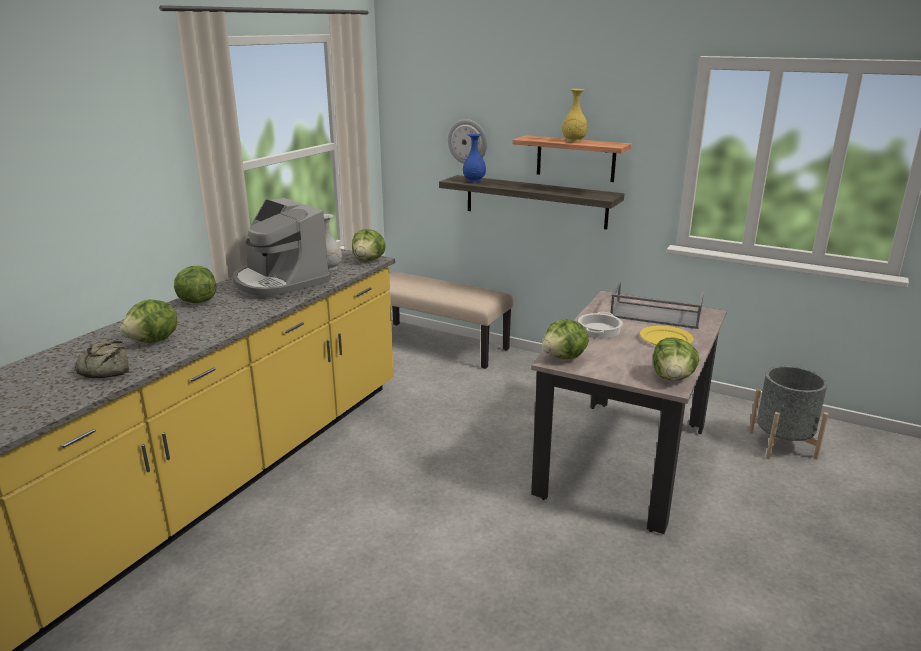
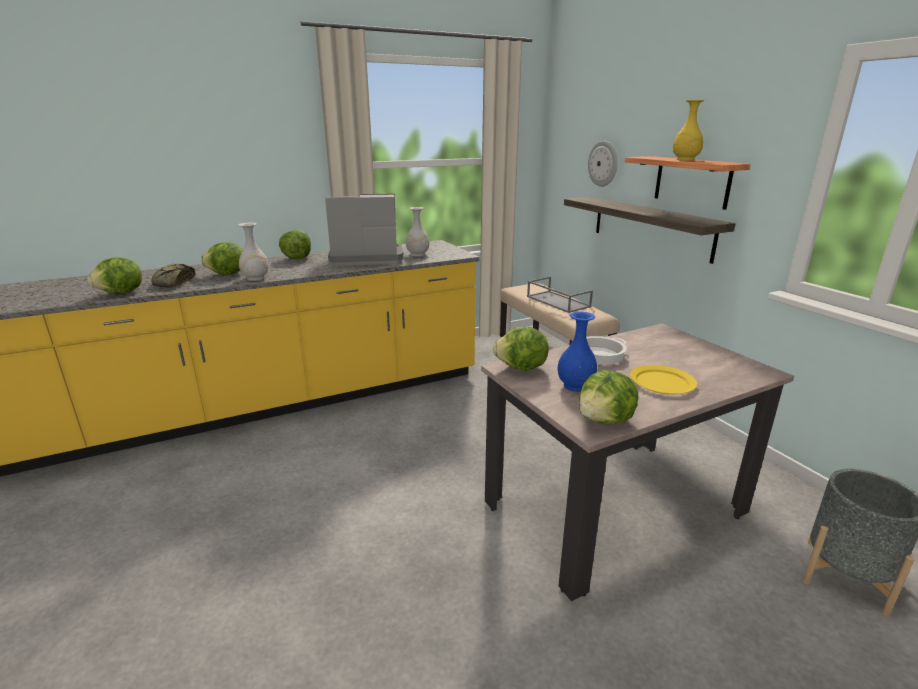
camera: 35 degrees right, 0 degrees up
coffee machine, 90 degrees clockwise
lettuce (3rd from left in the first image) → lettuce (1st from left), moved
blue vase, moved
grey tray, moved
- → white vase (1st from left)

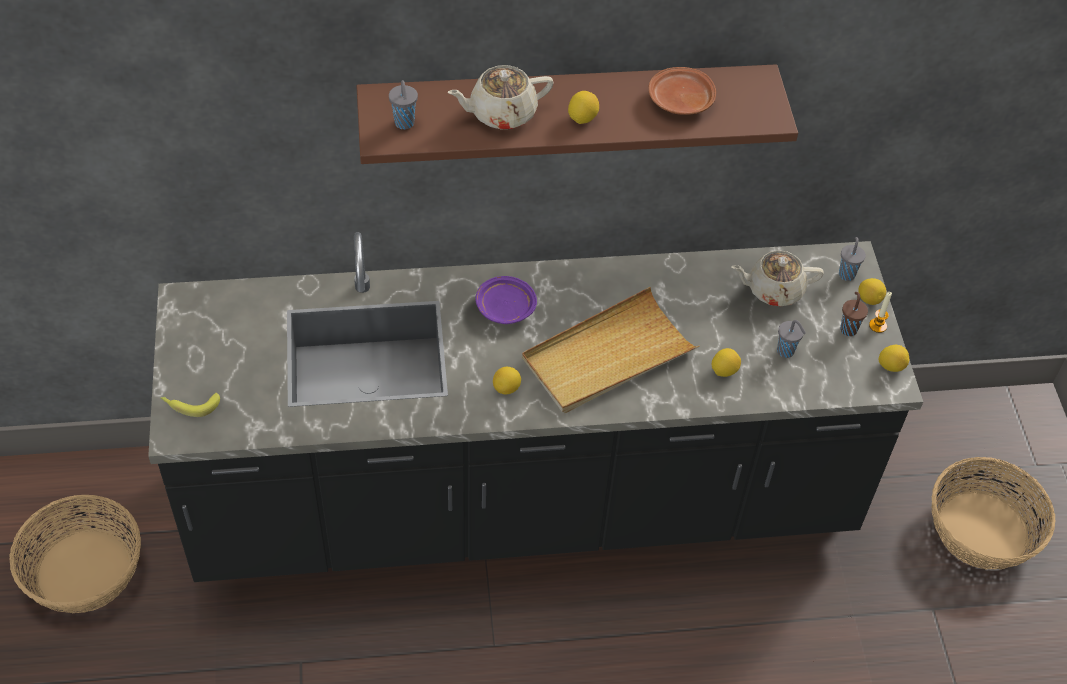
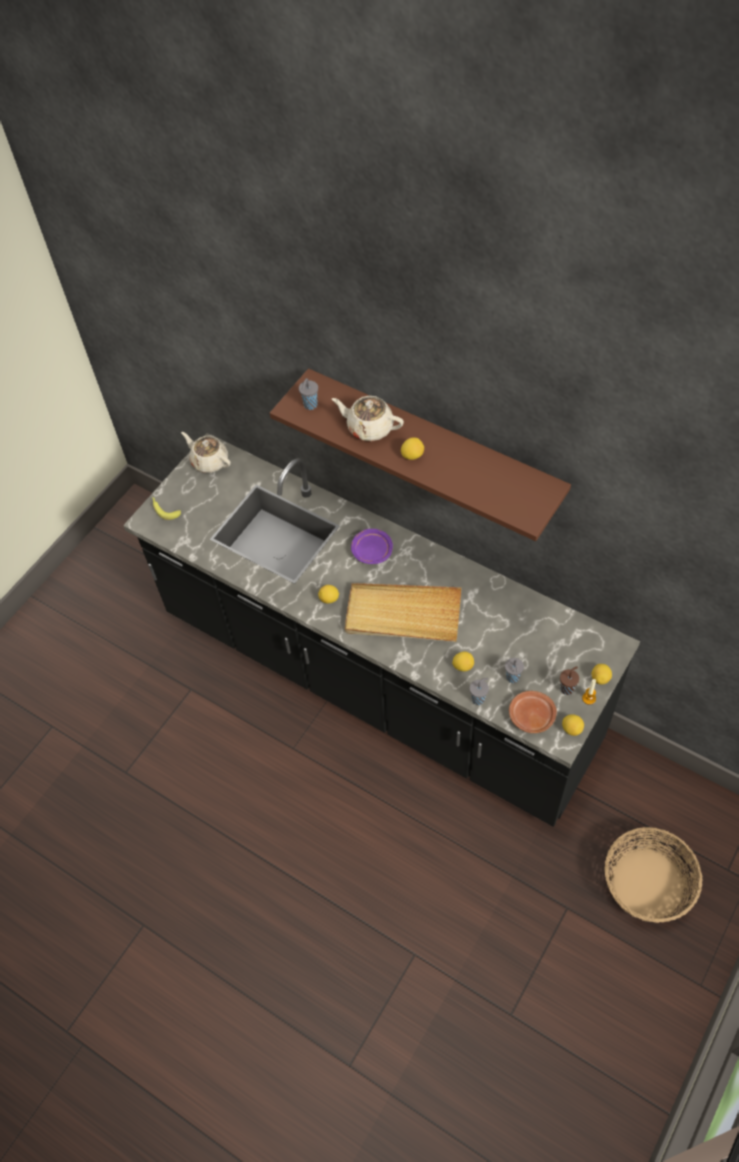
camera: 45 degrees right, 5 degrees up
basket (1st from left) → -
brown plate, moved
beige teapot (2nd from left in the first image) → beige teapot (1st from left), moved
grey cup (3rd from left in the first image) → grey cup (2nd from left), moved

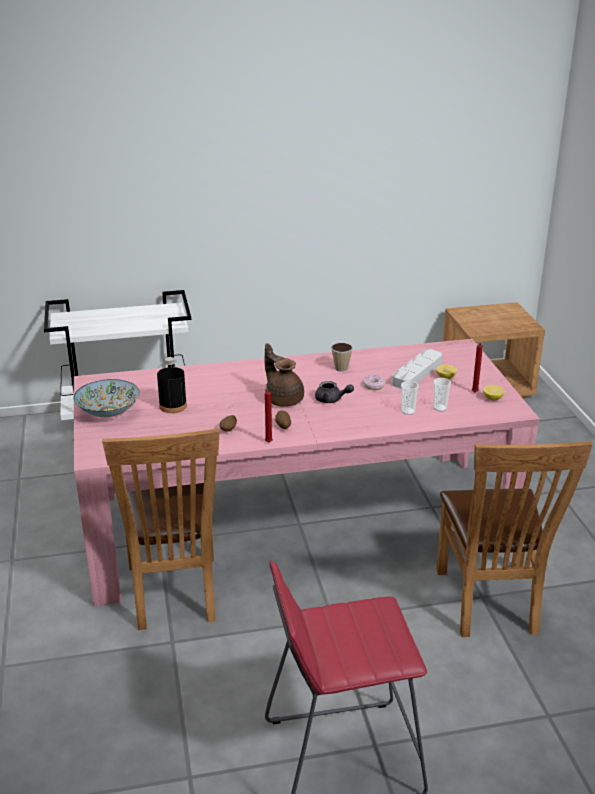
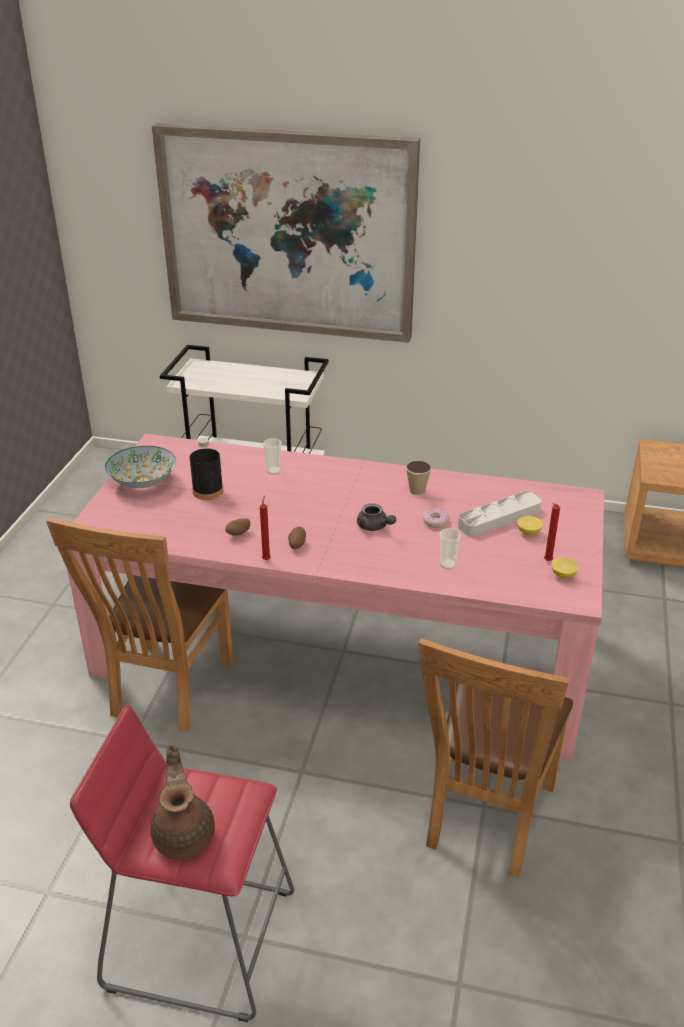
camera: 25 degrees right, 5 degrees up
brown teapot, moved
cup (3rd from left in the first image) → cup (1st from left), moved
- → picture

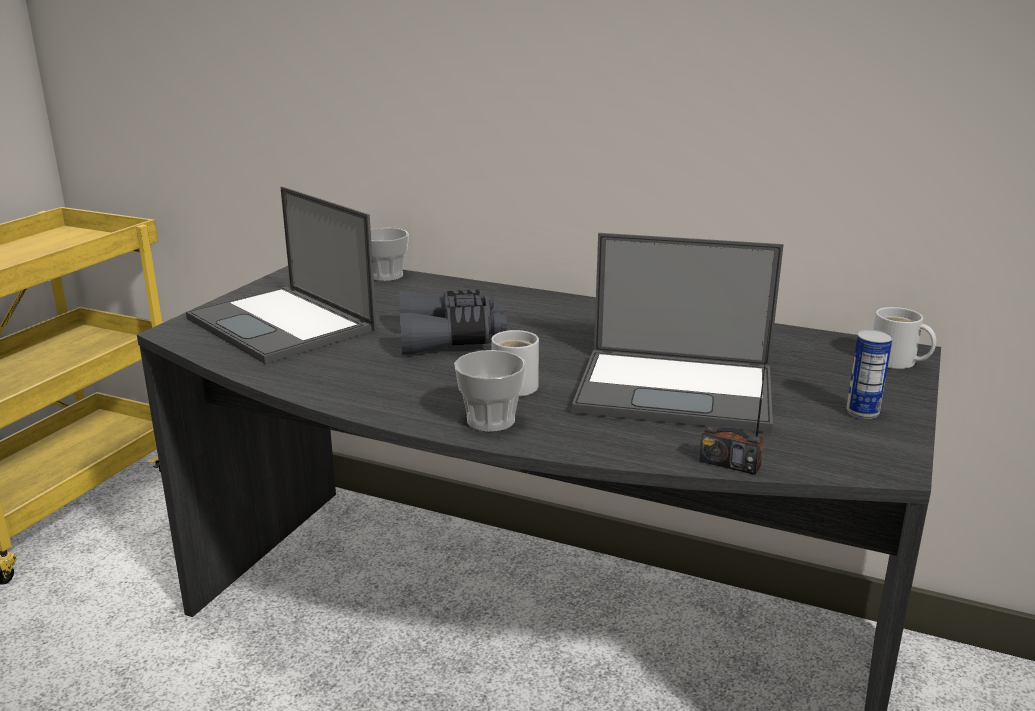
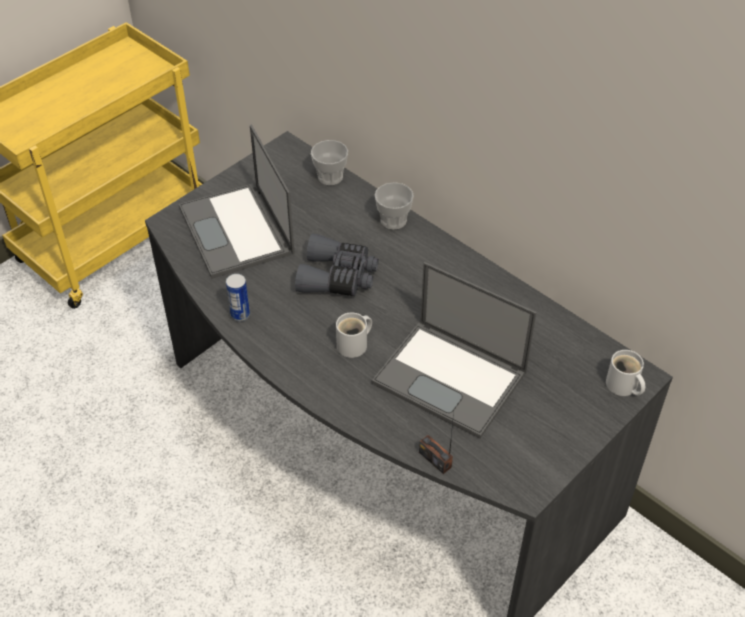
camera: 20 degrees right, 25 degrees up
cup (2nd from left), moved
can, moved

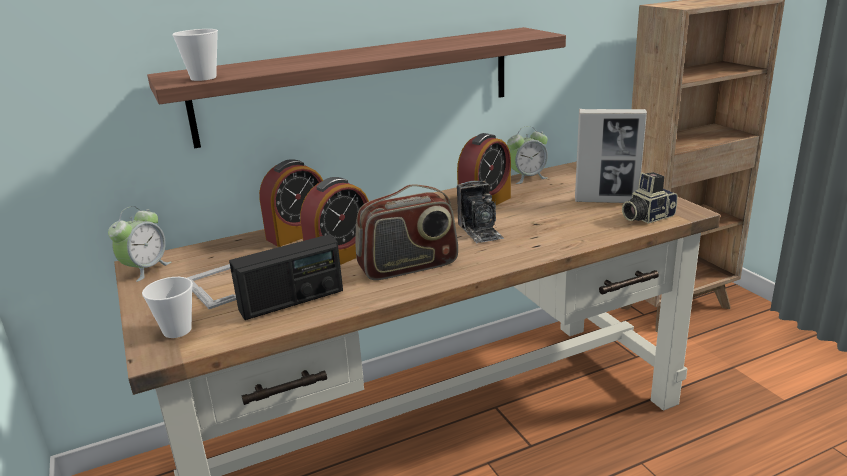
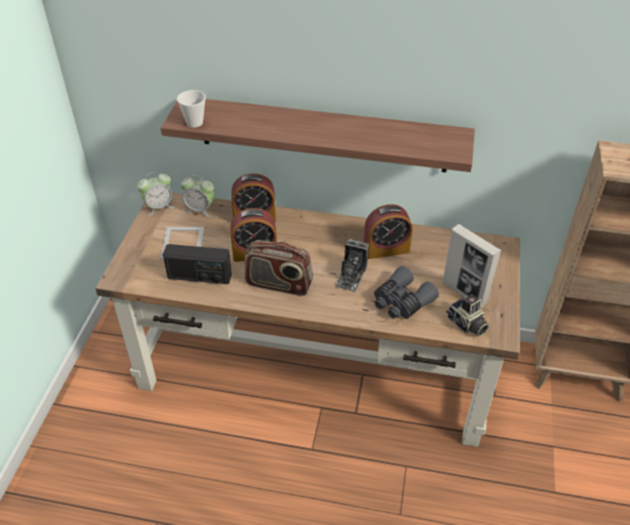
camera: 35 degrees right, 20 degrees up
cup (1st from left) → -
alarm clock (5th from left in the first image) → alarm clock (2nd from left), moved
photo camera (2nd from left), 135 degrees counterclockwise
- → grey binoculars

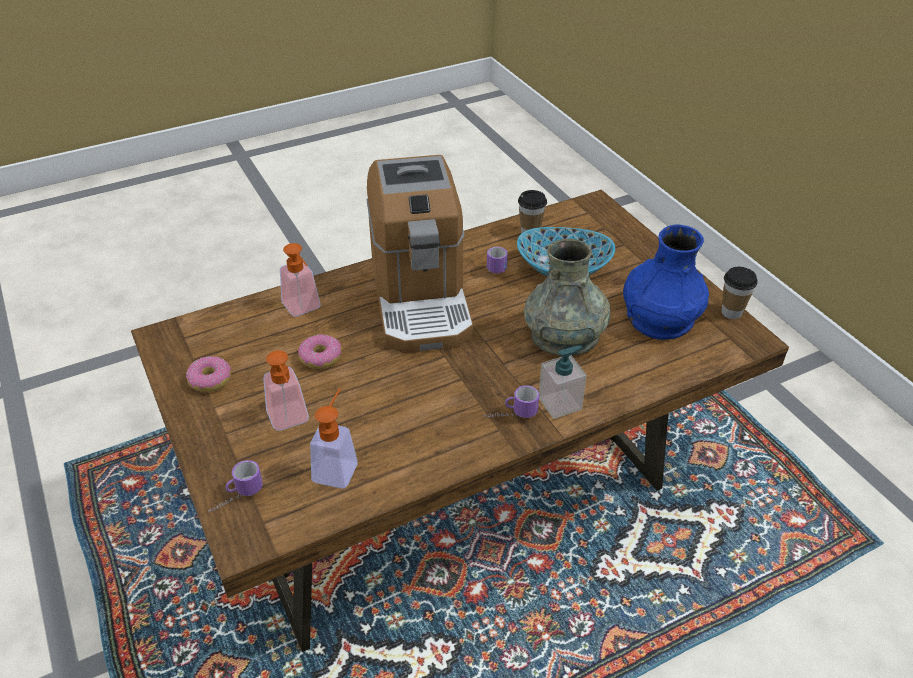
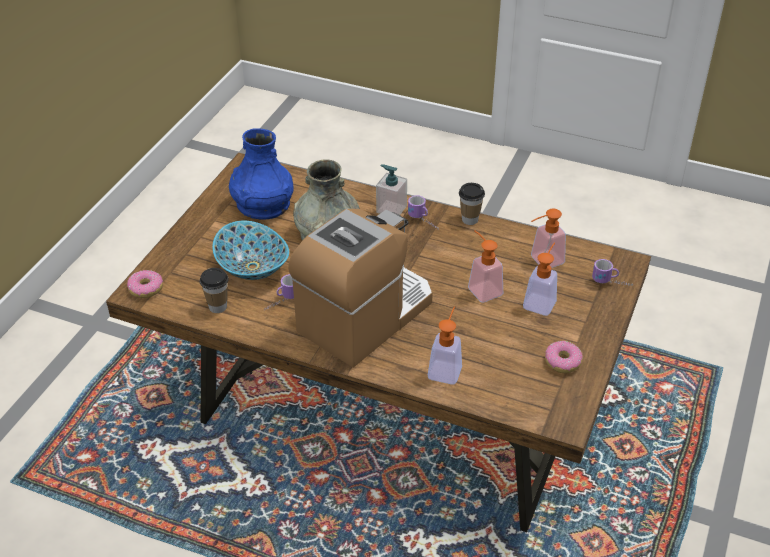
camera: 130 degrees left, 0 degrees up
donut (2nd from left in the first image) → donut (1st from left), moved
cup (2nd from left), moved
- → soap dispenser (3rd from left)

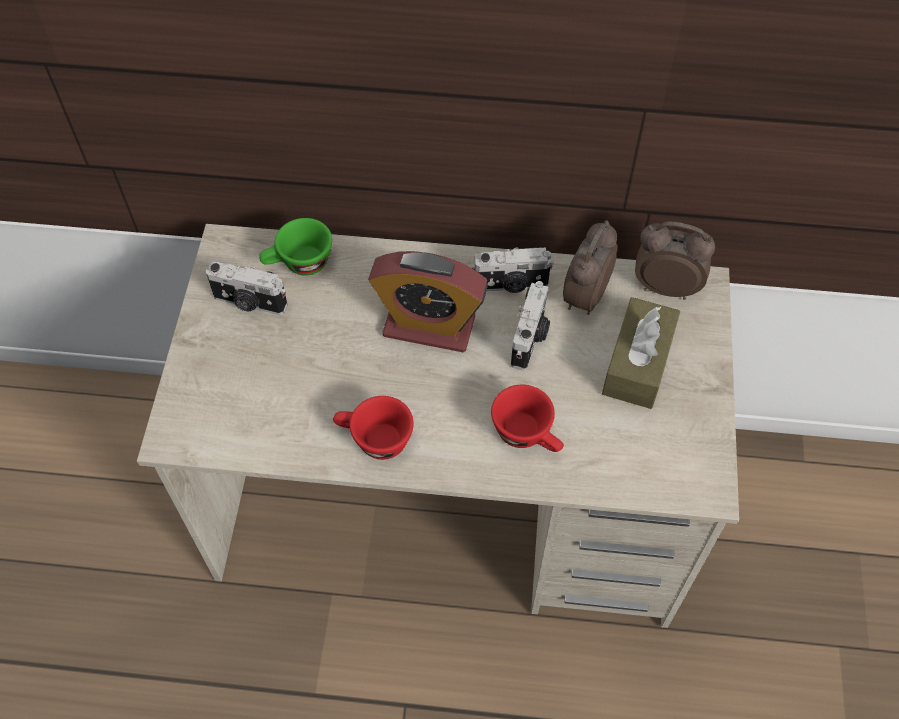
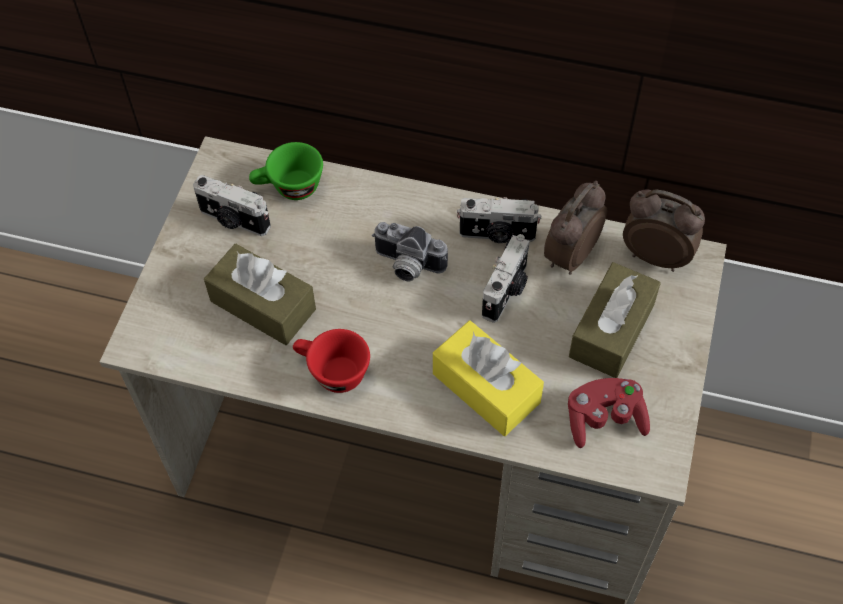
camera: 10 degrees right, 0 degrees up
alarm clock (1st from left) → photo camera (2nd from left)
red cup (2nd from left) → yellow tissue box
- → brown tissue box (1st from left)
- → red game controller

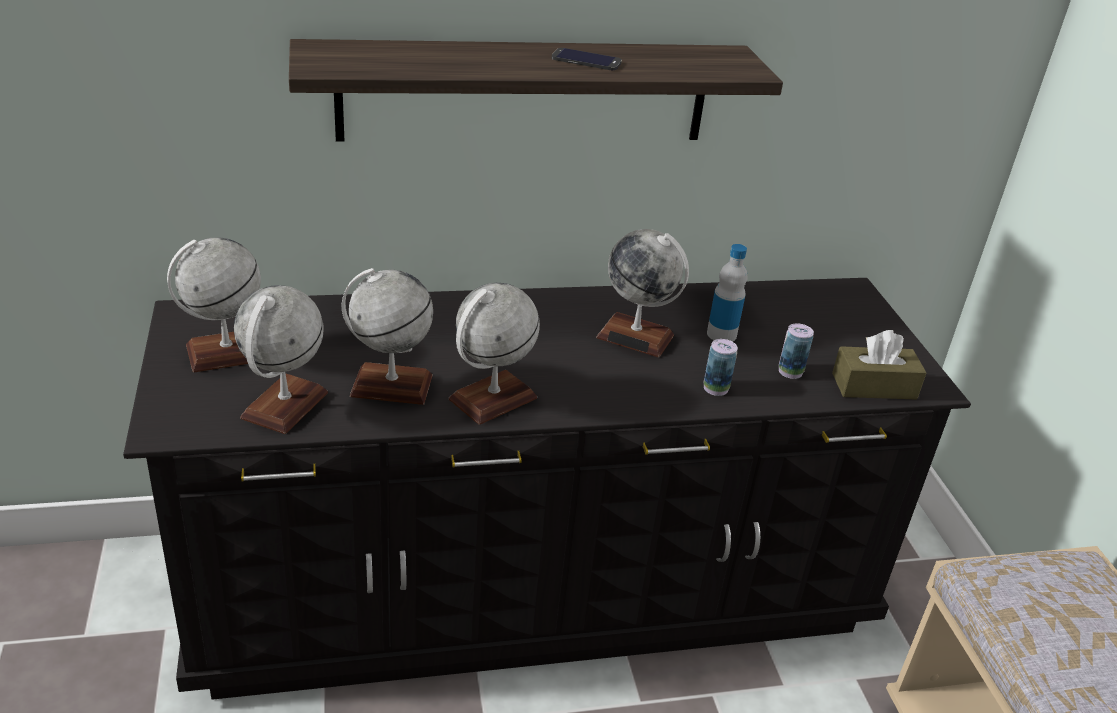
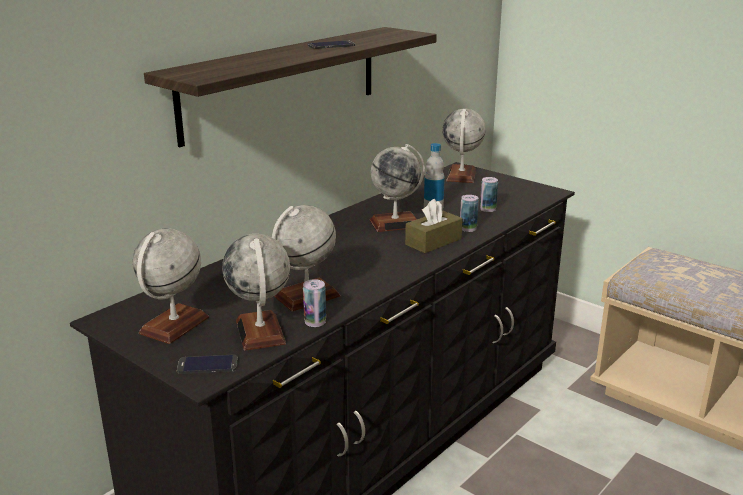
camera: 35 degrees left, 10 degrees down
globe (4th from left in the first image) → globe (5th from left), moved
brown tissue box, moved
- → phone (1st from left)
- → can (1st from left)

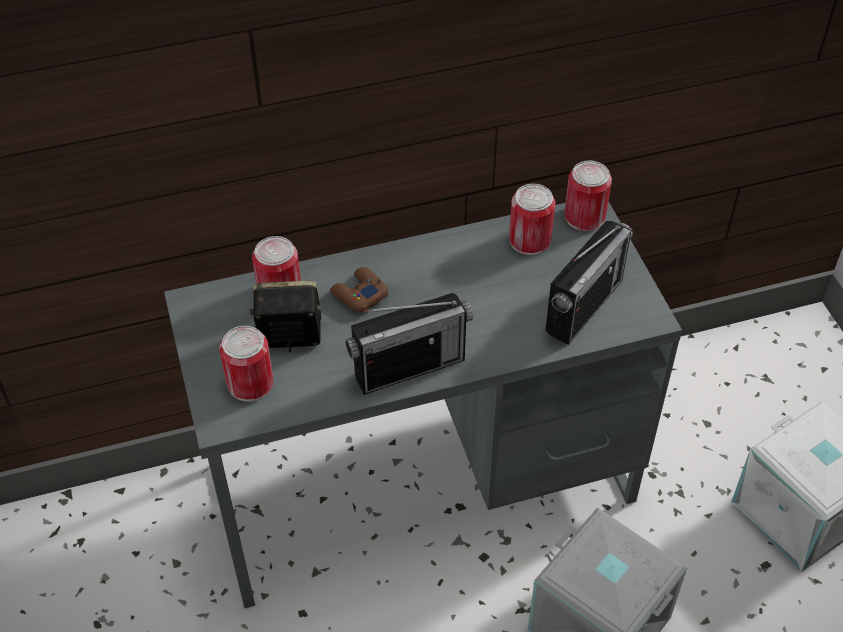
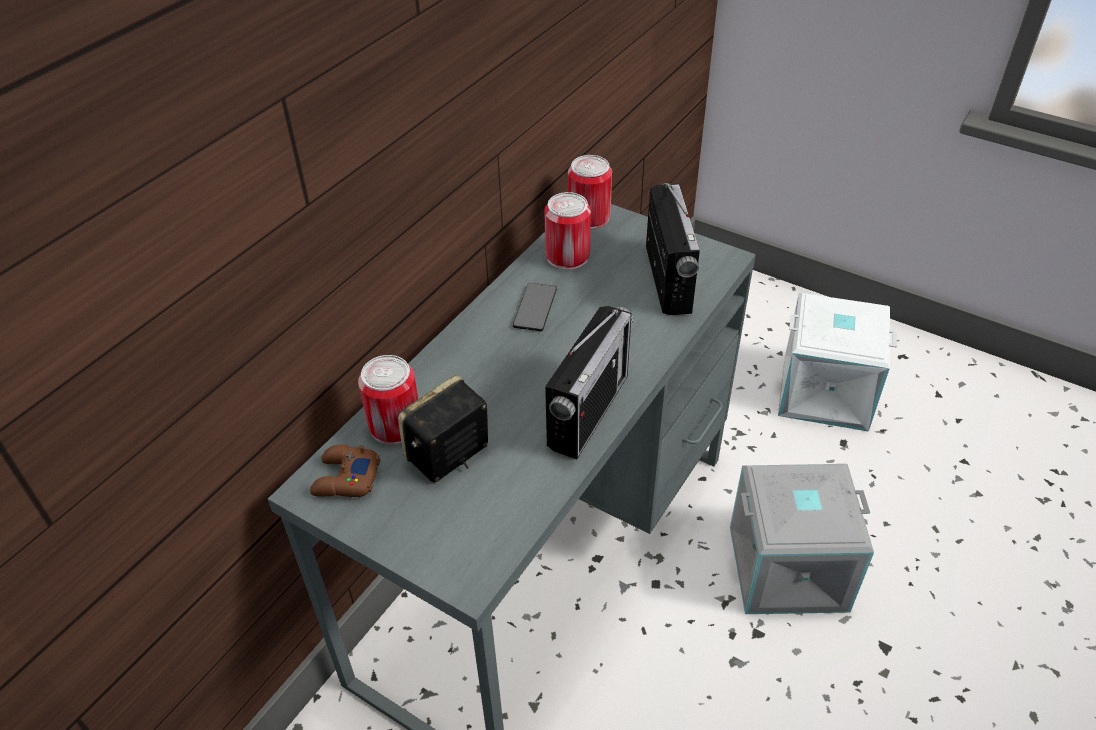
camera: 40 degrees left, 5 degrees down
can (1st from left) → -
brown game controller, moved
- → phone

